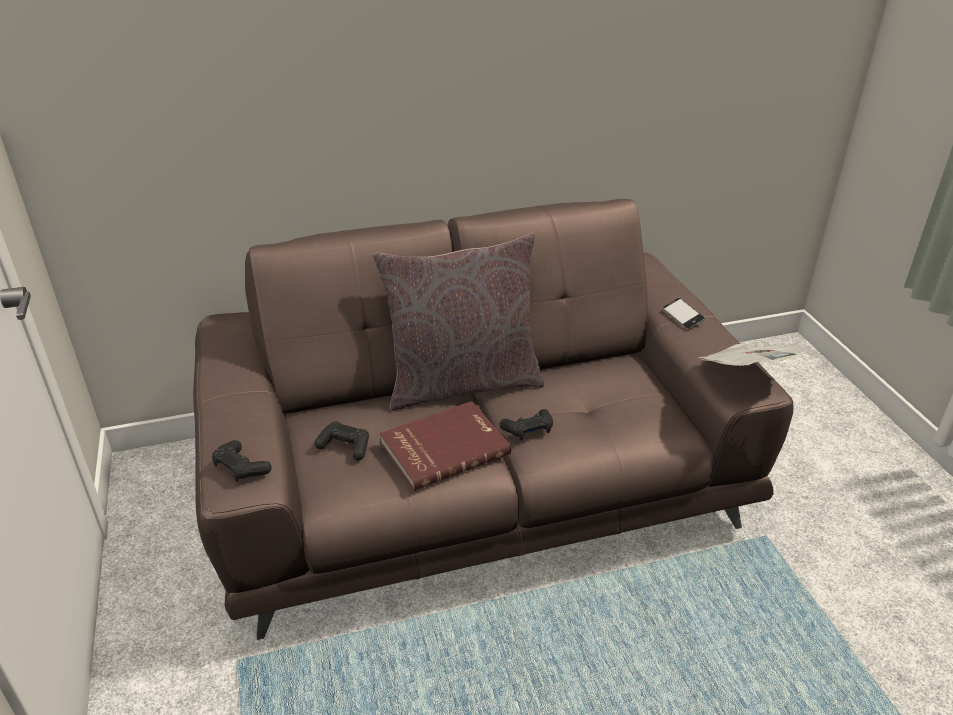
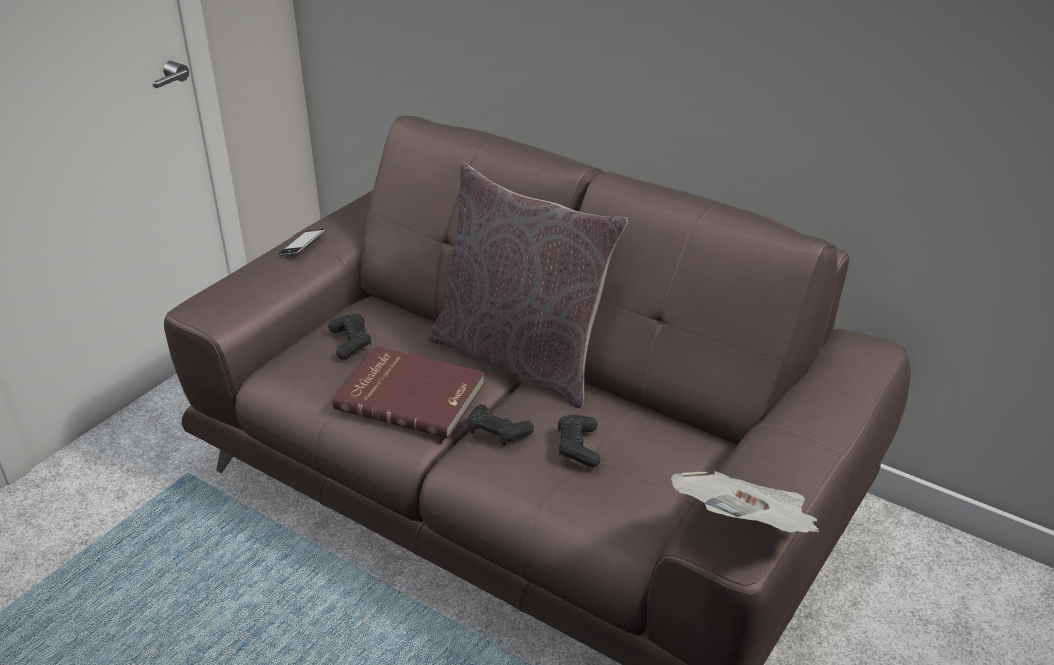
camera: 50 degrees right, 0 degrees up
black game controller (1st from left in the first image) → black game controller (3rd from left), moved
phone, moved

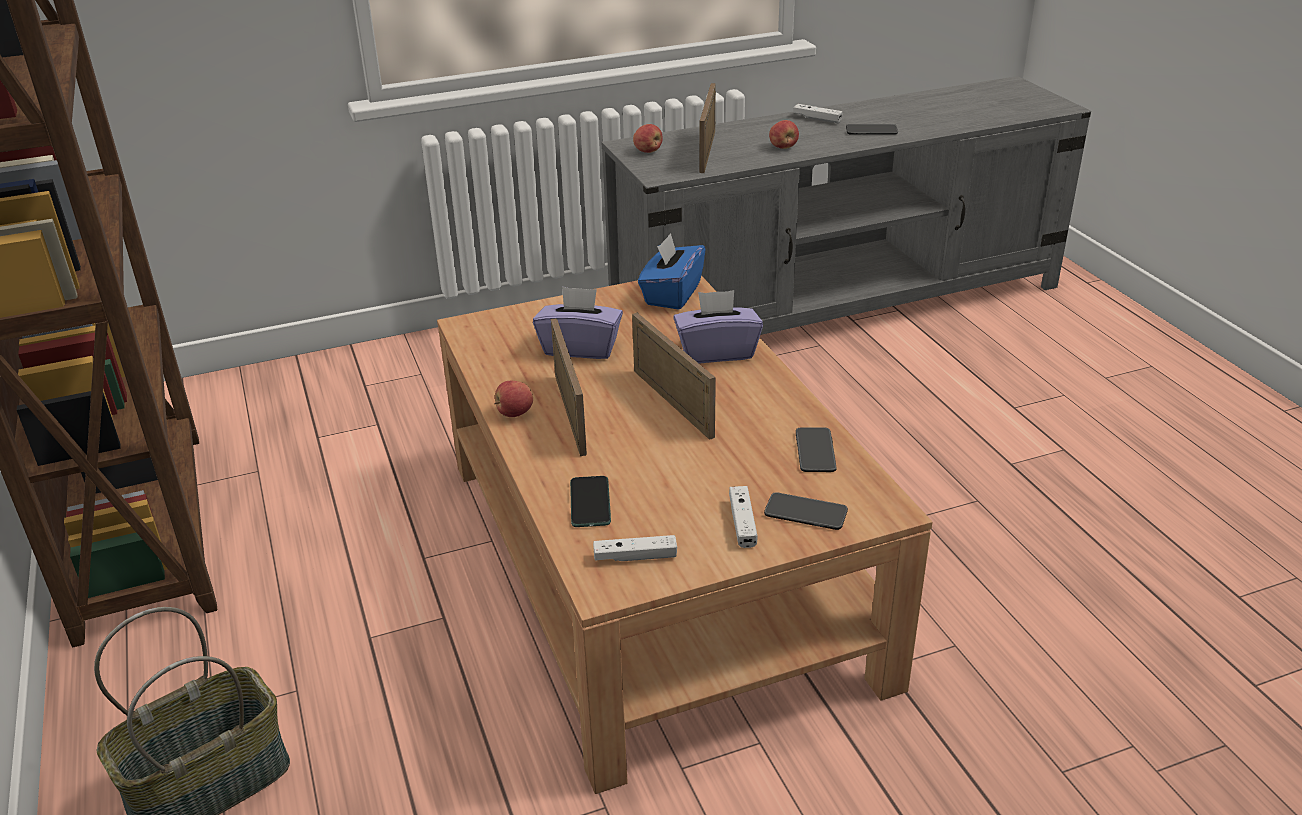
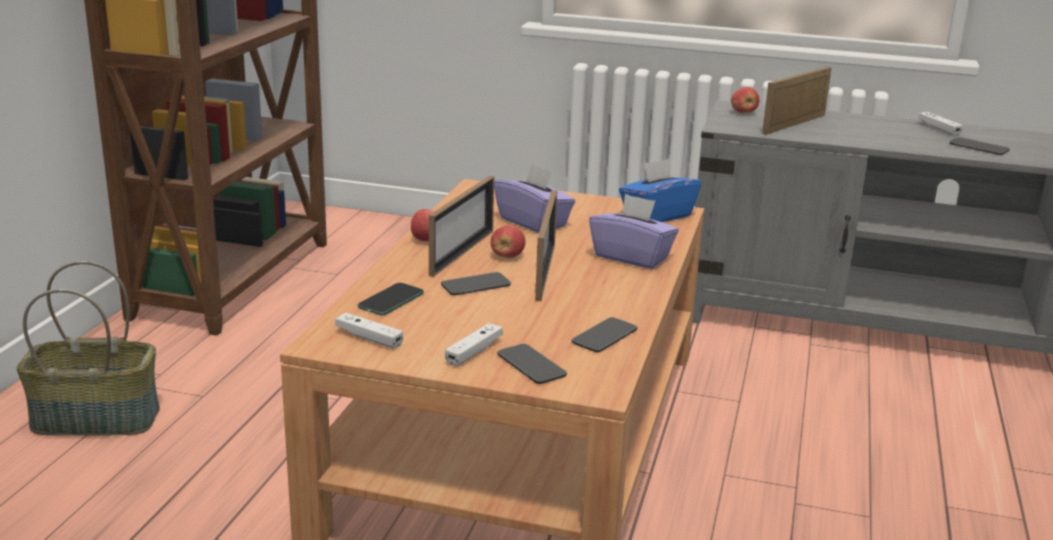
camera: 35 degrees right, 10 degrees down
apple (3rd from left in the first image) → apple (2nd from left), moved
- → phone (2nd from left)

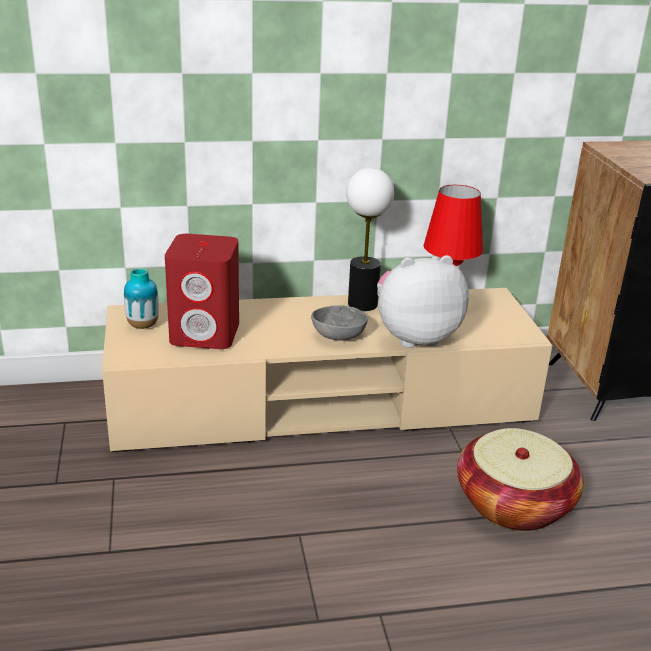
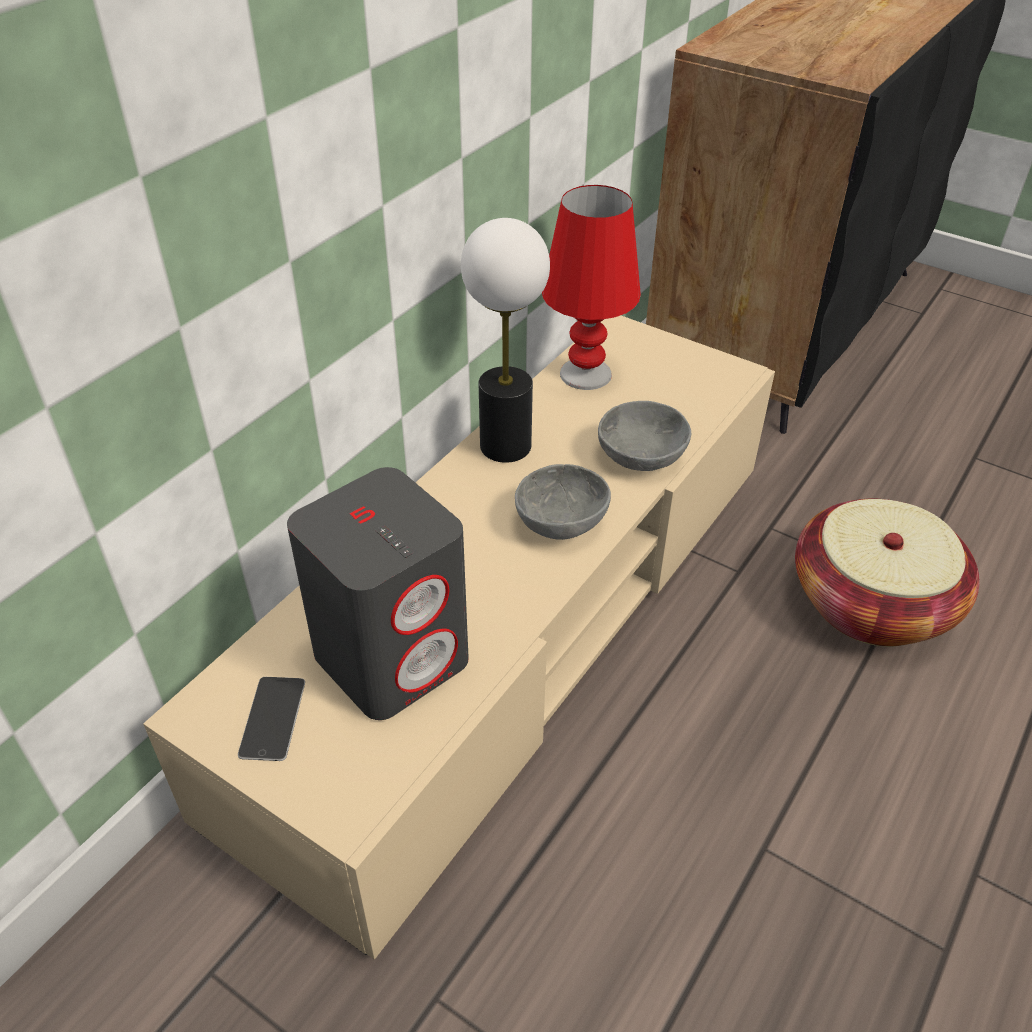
camera: 45 degrees left, 15 degrees up
vase → phone
red speaker → grey speaker
plush toy → grey bowl (2nd from left)

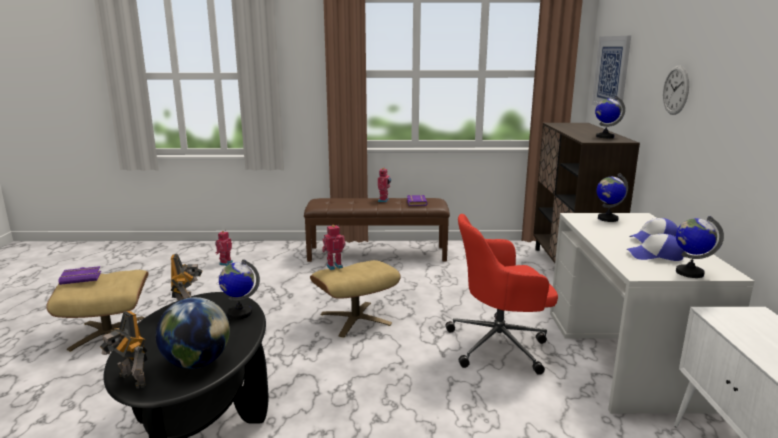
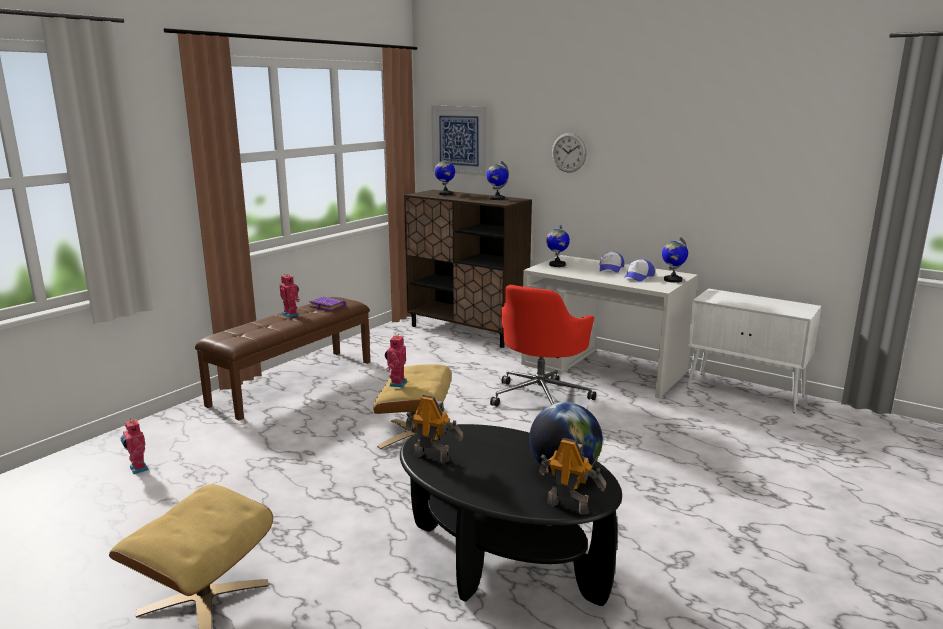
camera: 55 degrees left, 0 degrees up
purple book (1st from left) → -
toy robot (1st from left in the first image) → toy robot (5th from left), 135 degrees counterclockwise
globe (2nd from left in the first image) → globe (1st from left), moved

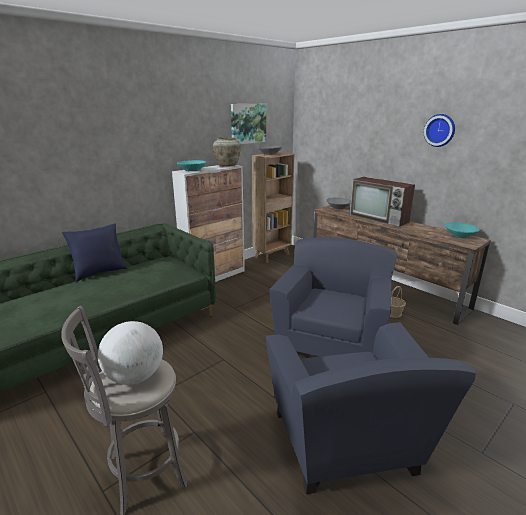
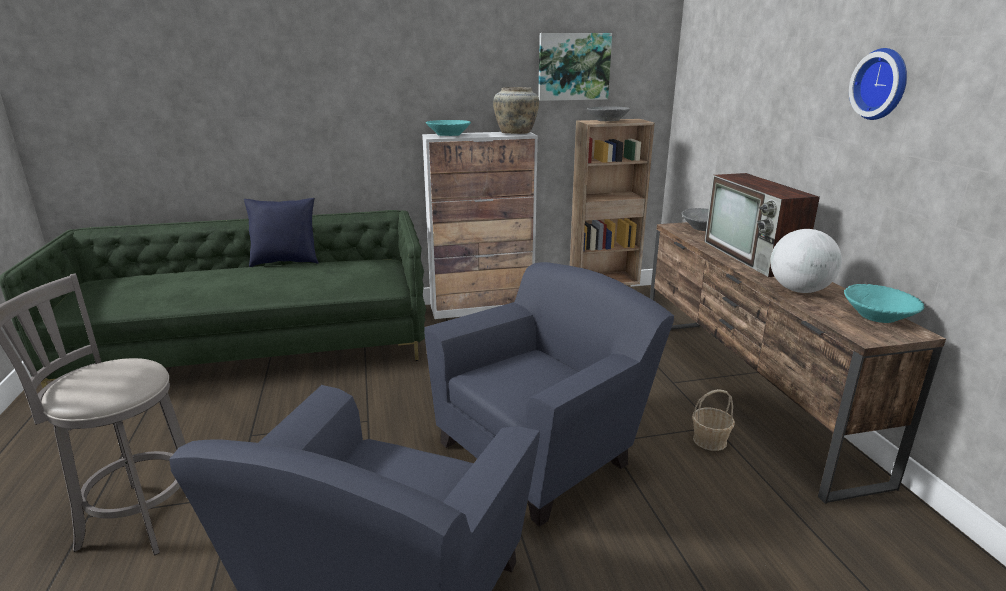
camera: 30 degrees right, 0 degrees up
globe, moved

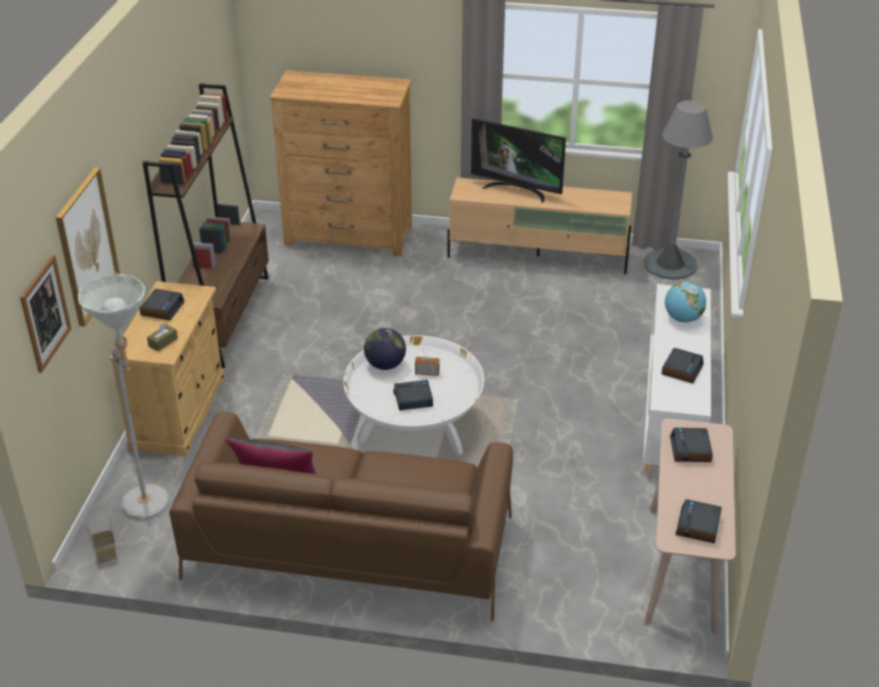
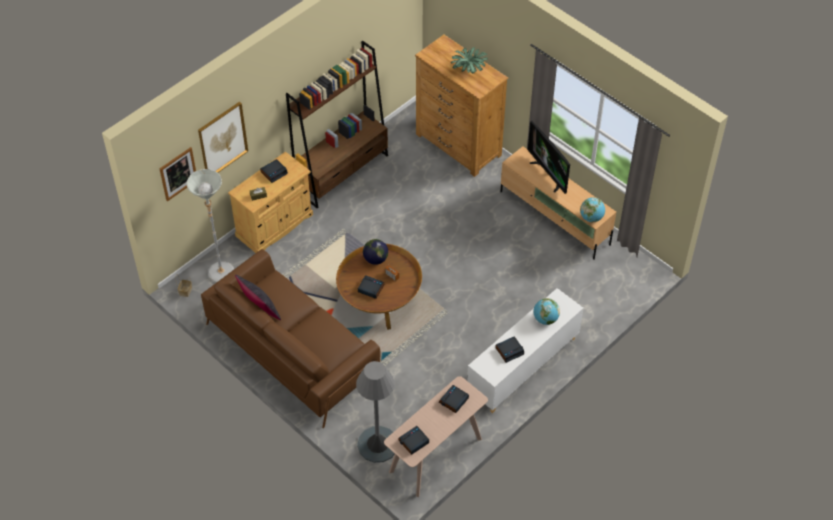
camera: 35 degrees right, 15 degrees up
white coffee table → brown coffee table
grey floor lamp (2nd from left), moved
- → potted plant
- → globe (3rd from left)

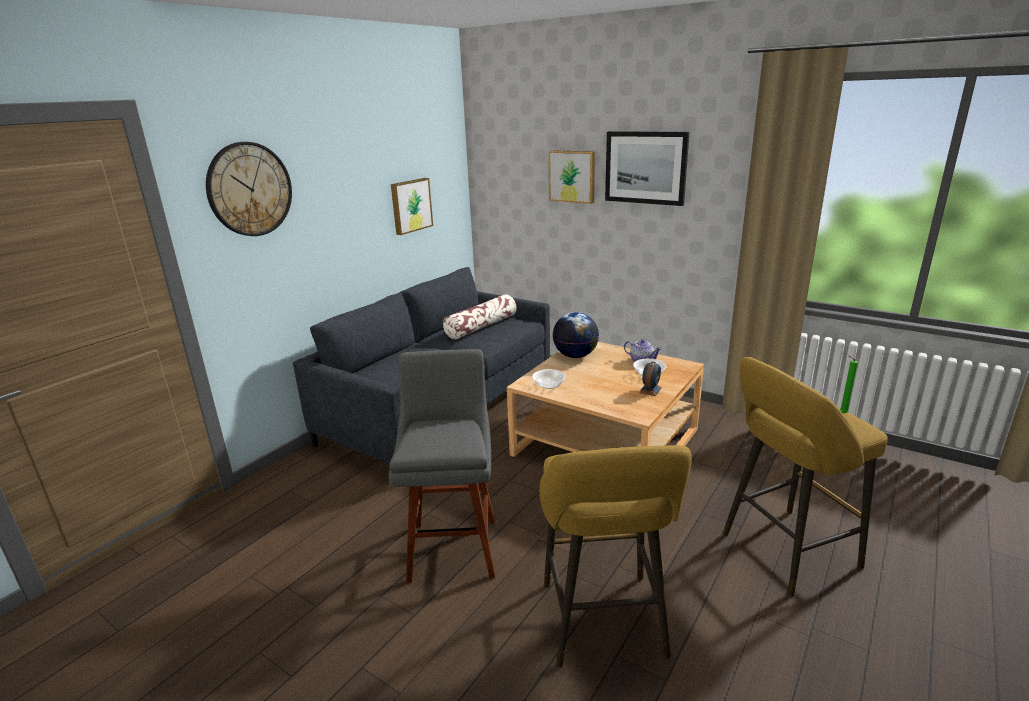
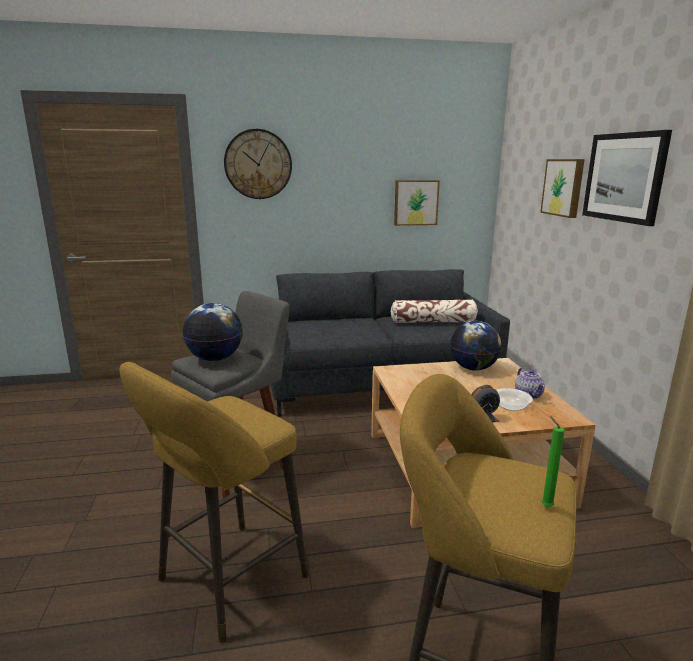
camera: 45 degrees right, 5 degrees down
bowl (1st from left) → -
- → globe (1st from left)

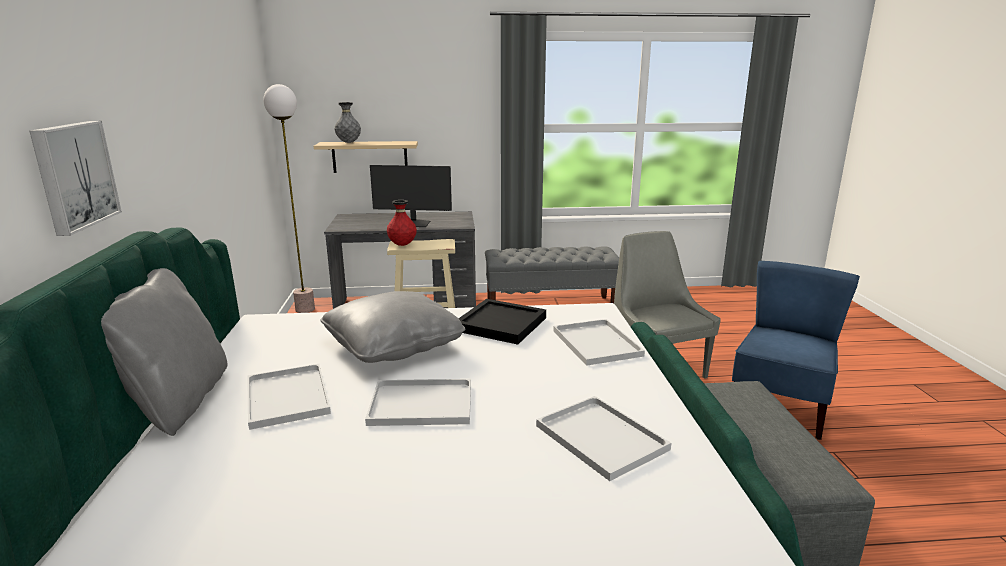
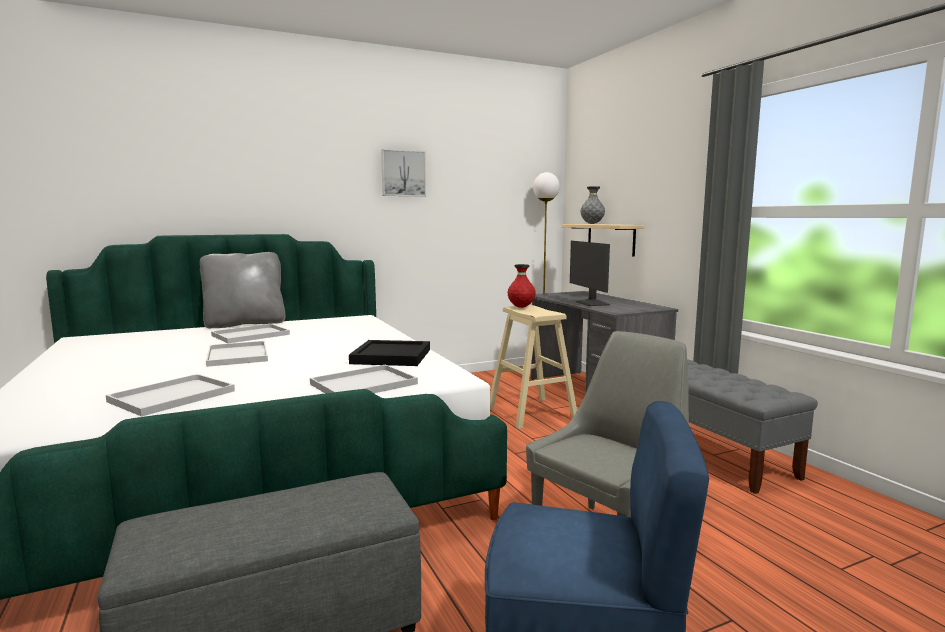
camera: 70 degrees right, 10 degrees down
picture, moved
grey pillow (2nd from left) → -

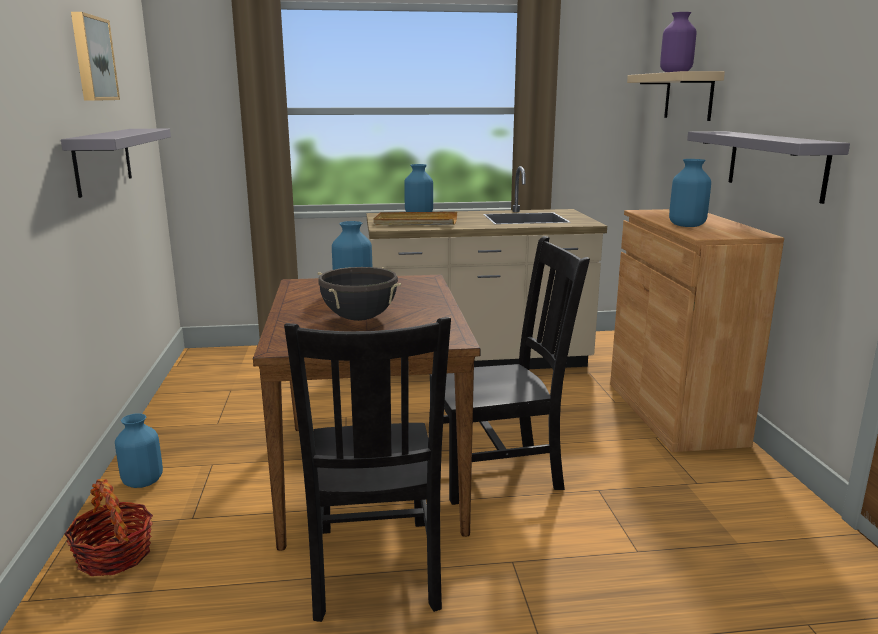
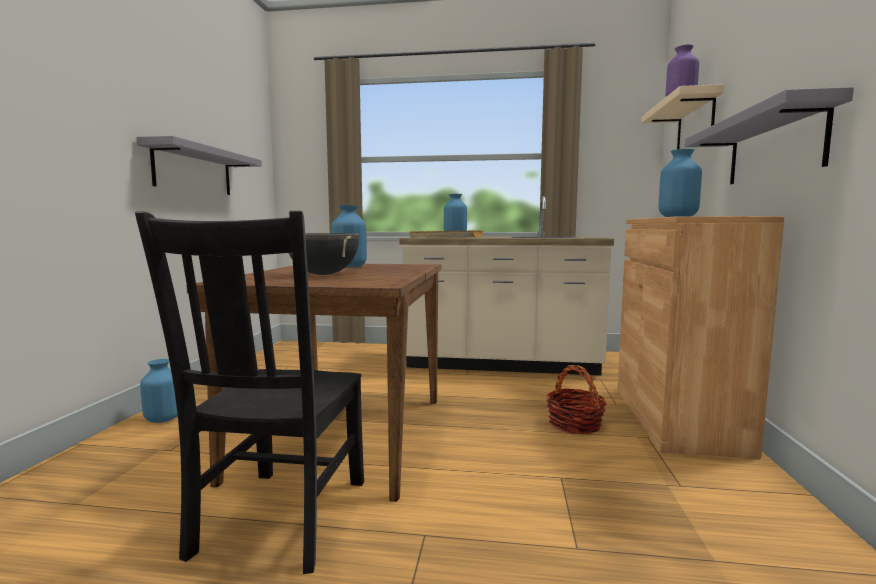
camera: 15 degrees right, 10 degrees down
basket, moved
picture → -
black chair (2nd from left) → -

